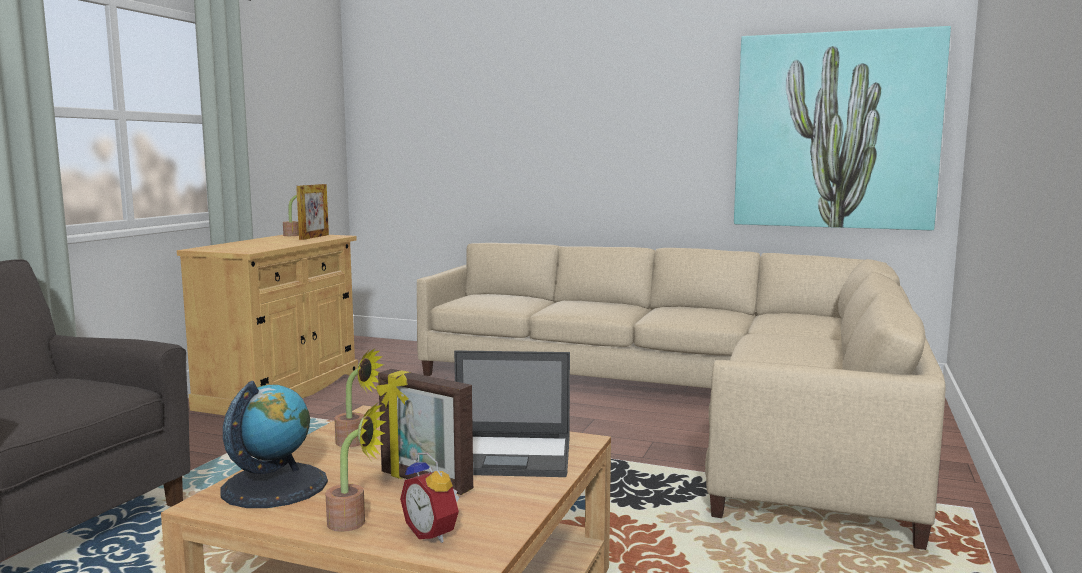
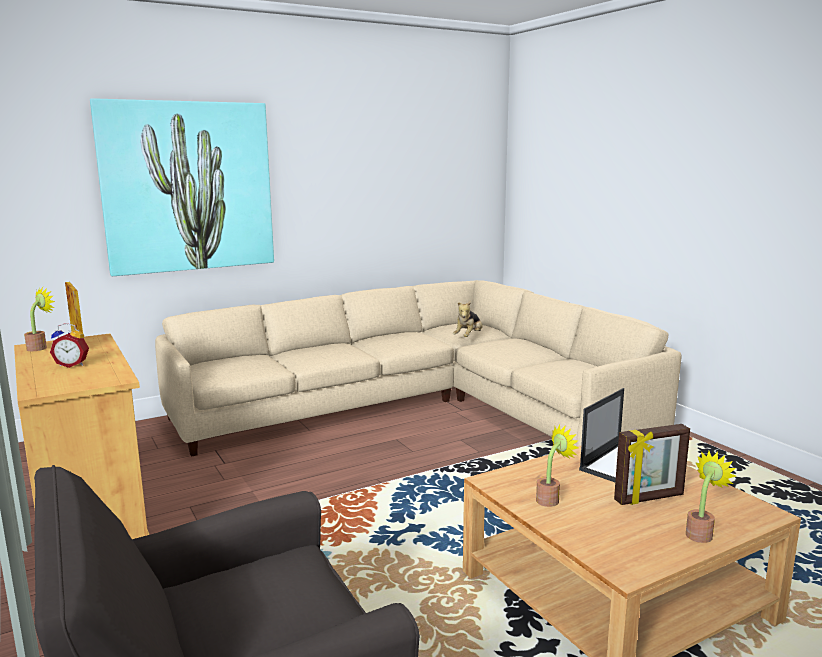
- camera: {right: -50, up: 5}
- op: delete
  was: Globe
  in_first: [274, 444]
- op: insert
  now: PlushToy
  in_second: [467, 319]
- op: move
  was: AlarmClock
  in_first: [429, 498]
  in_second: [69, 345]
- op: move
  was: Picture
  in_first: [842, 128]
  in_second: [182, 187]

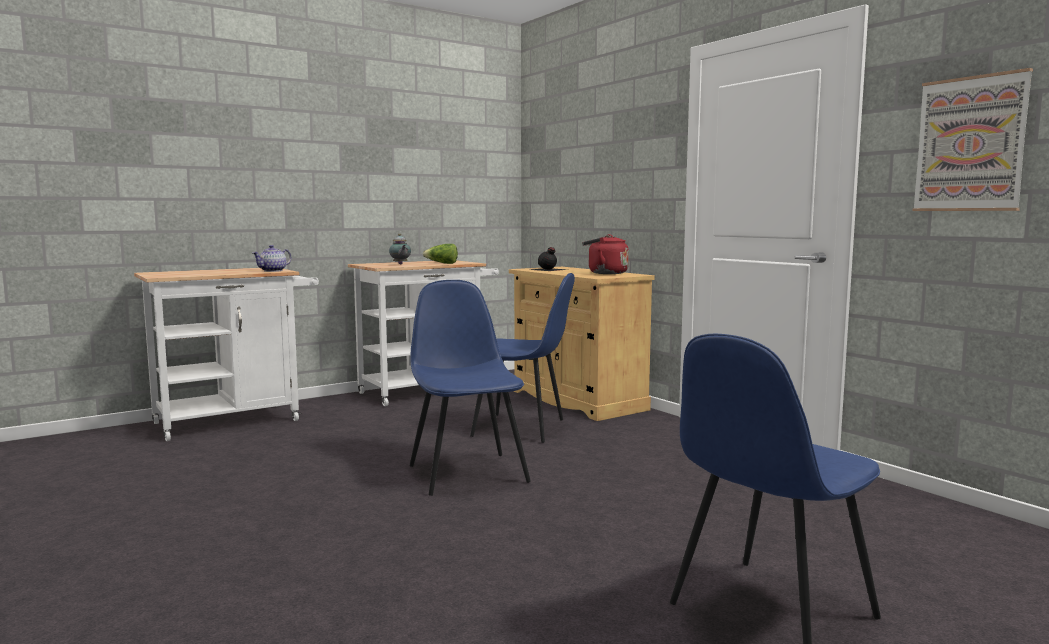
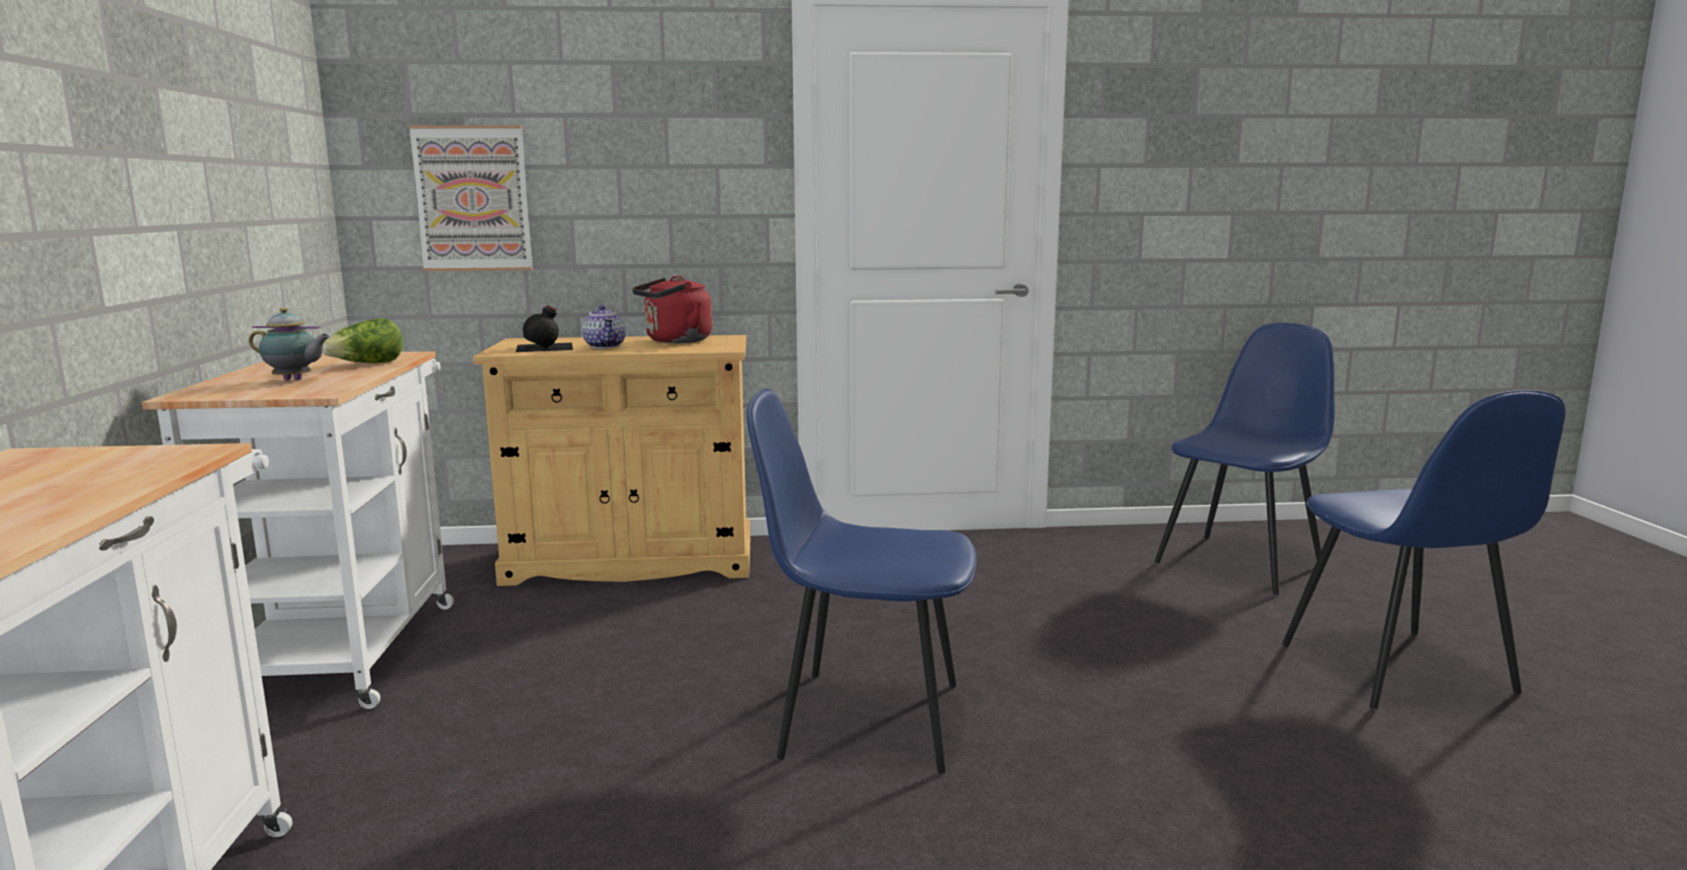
- camera: {right: -60, up: 5}
- op: move
  was: Teapot
  in_first: [271, 258]
  in_second: [604, 327]
- op: move
  was: BlueChair
  in_first: [522, 358]
  in_second: [1245, 459]
- op: move
  was: Picture
  in_first: [972, 139]
  in_second: [471, 198]

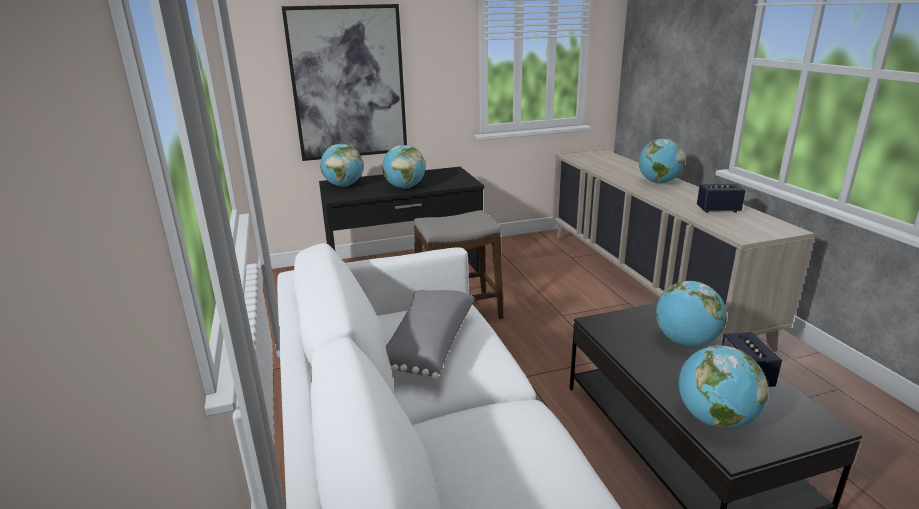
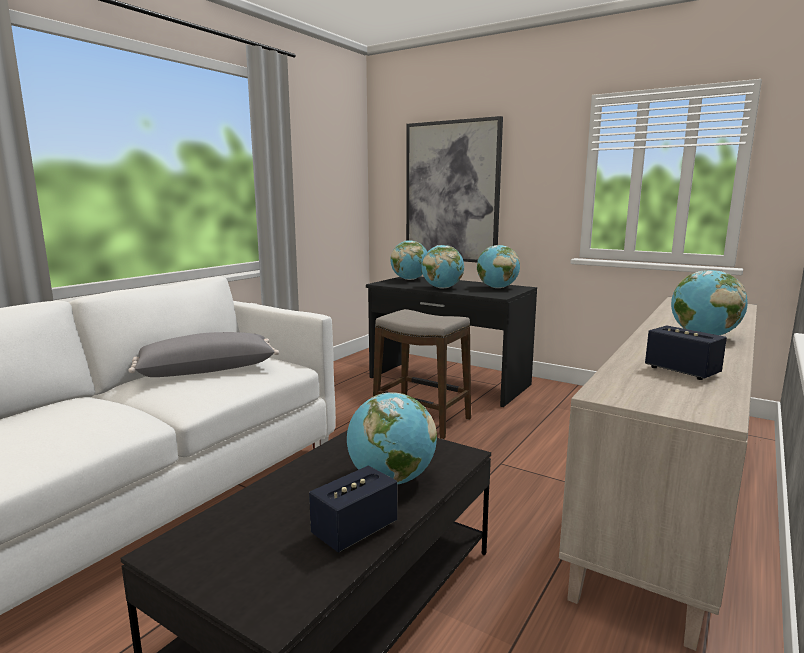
- camera: {right: 50, up: -10}
- op: move
  was: Globe
  in_first: [723, 387]
  in_second: [498, 266]

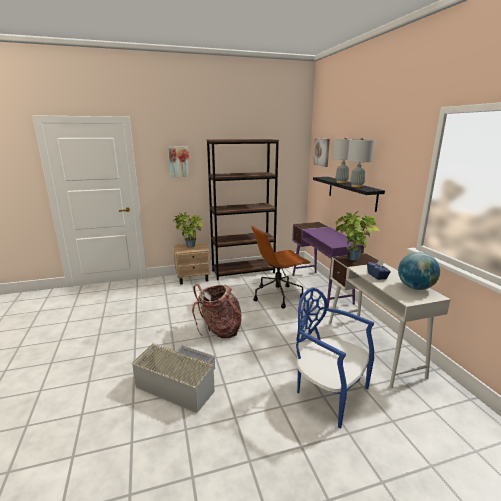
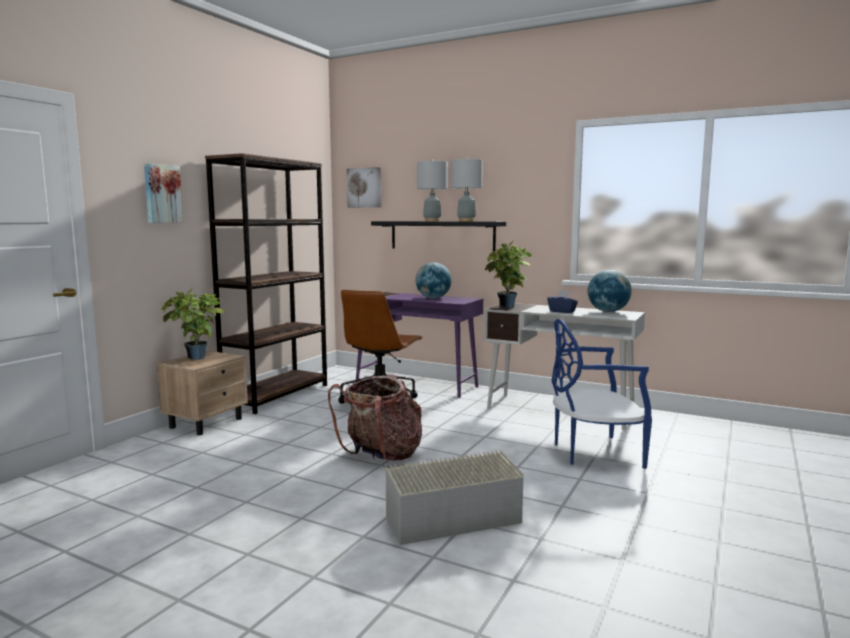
- camera: {right: -45, up: -10}
- op: insert
  now: Globe
  in_second: [433, 280]

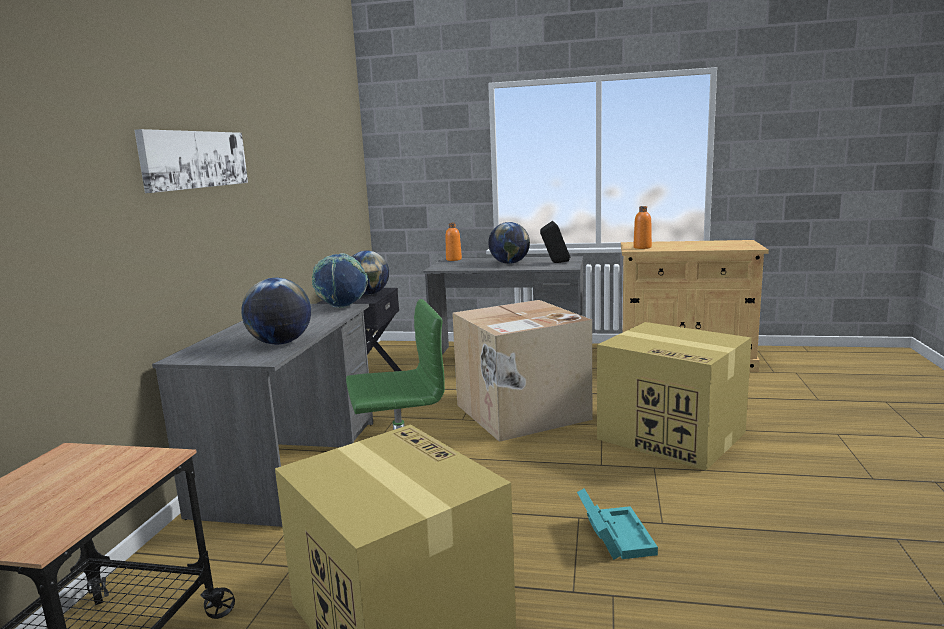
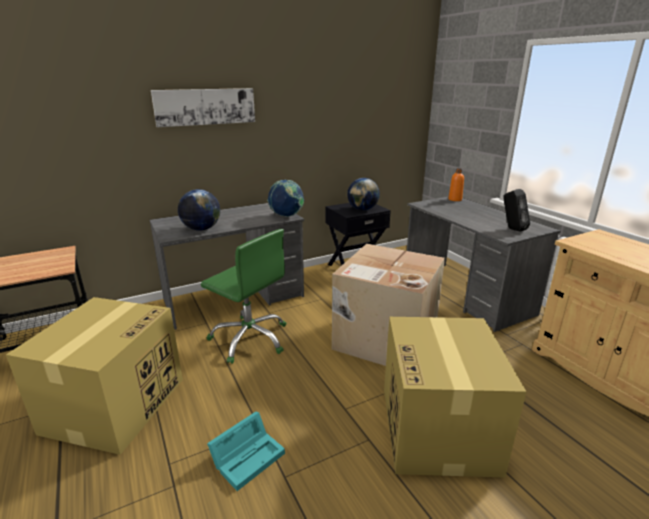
- camera: {right: 50, up: 10}
- op: delete
  was: Globe
  in_first: [509, 243]
- op: delete
  was: OrangeBottle
  in_first: [642, 227]

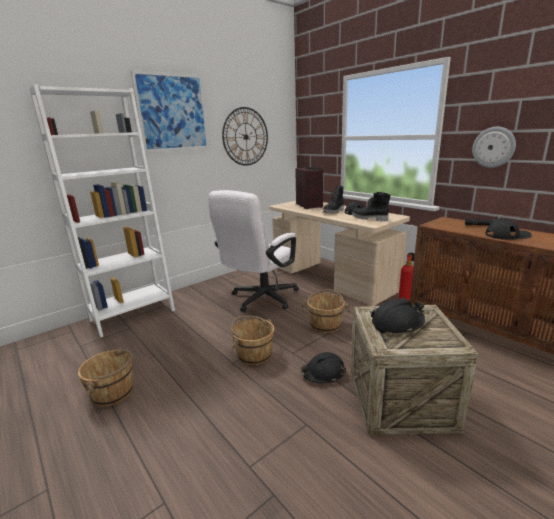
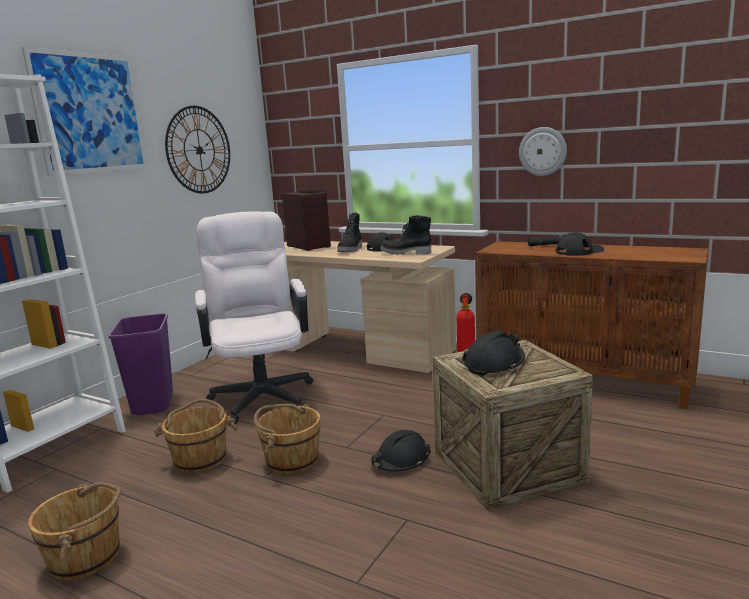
- camera: {right: -20, up: -5}
- op: insert
  now: PurpleTrashCan
  in_second: [140, 364]
- op: move
  was: BrownBucket
  in_first: [326, 311]
  in_second: [196, 436]
- op: rotate
  was: WhiteOfficeChair
  in_first: [253, 251]
  in_second: [254, 317]
  clockwise: 150

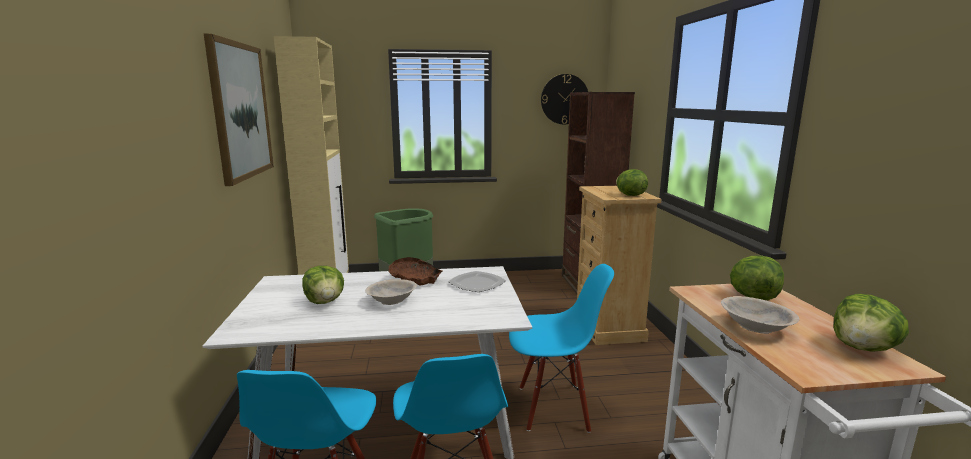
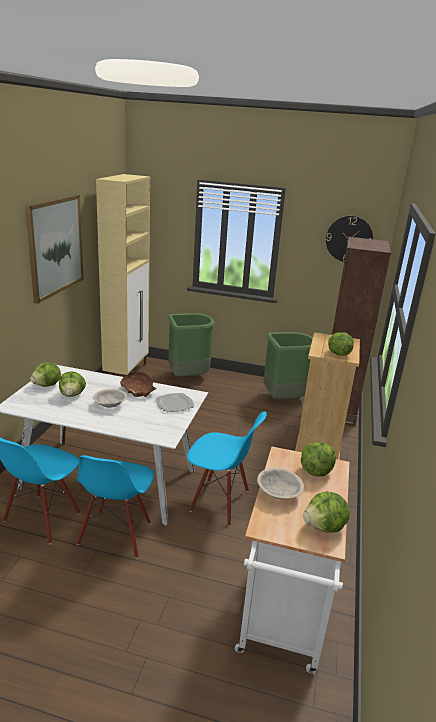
- camera: {right: 20, up: 10}
- op: insert
  now: Lettuce
  in_second: [45, 374]
- op: insert
  now: GreenTrashCan
  in_second: [288, 365]

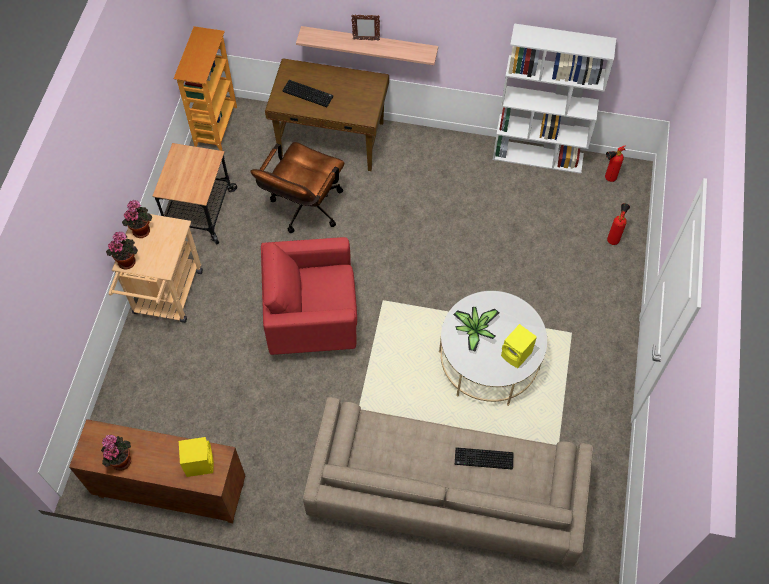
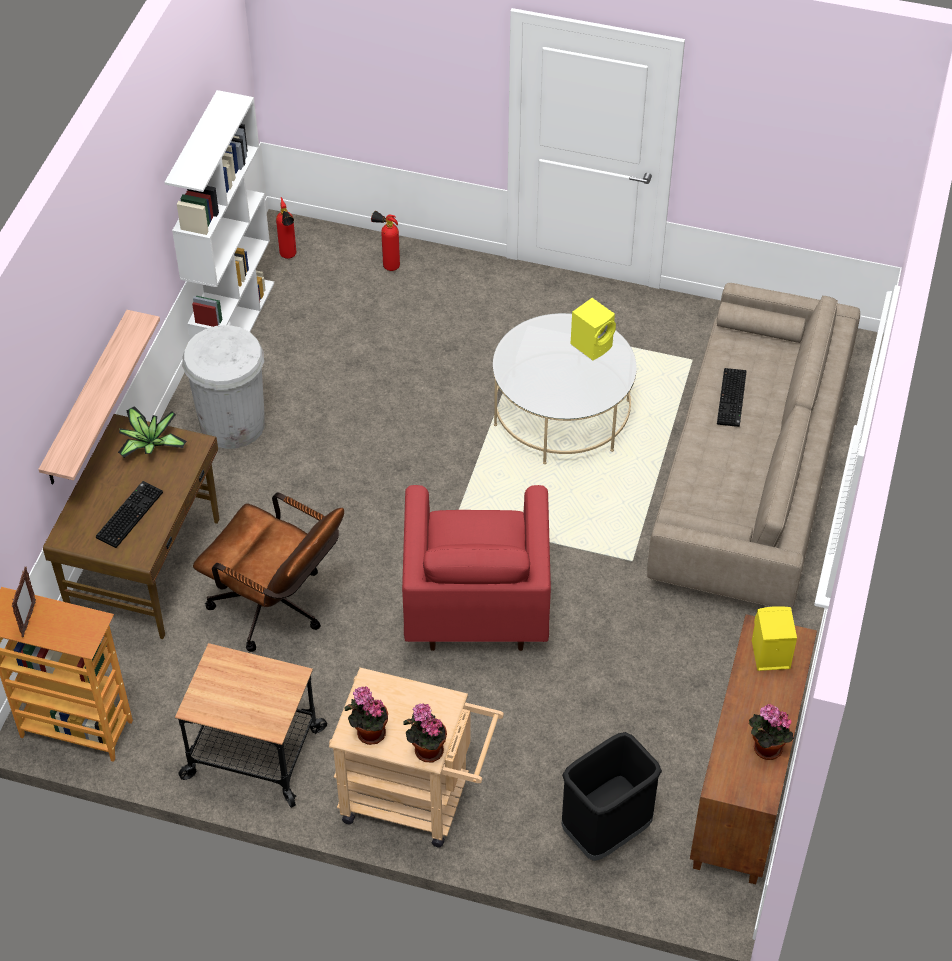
- camera: {right: -85, up: -10}
- op: insert
  now: WhiteTrashCan
  in_second: [223, 387]
- op: insert
  now: BlackTrashCan
  in_second: [612, 796]
- op: move
  was: PictureFrame
  in_first: [365, 28]
  in_second: [24, 602]
- op: move
  was: PottedPlant
  in_first: [476, 329]
  in_second: [152, 432]

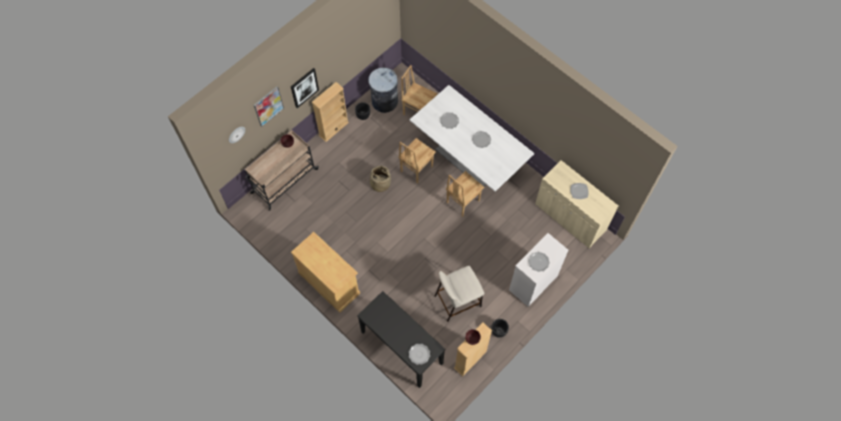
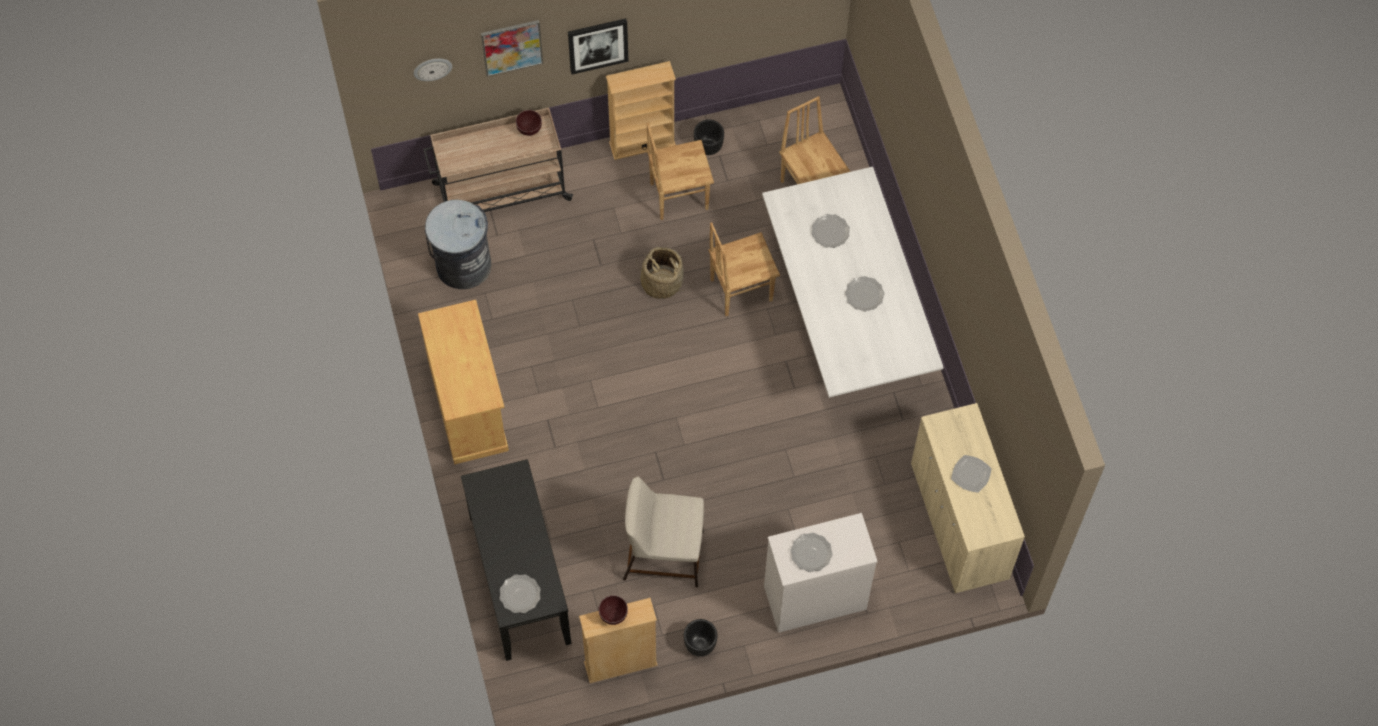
- camera: {right: 30, up: 0}
- op: move
  was: GreyTrashCan
  in_first: [383, 90]
  in_second: [458, 244]
- op: move
  was: BrownChair
  in_first: [465, 194]
  in_second: [680, 171]

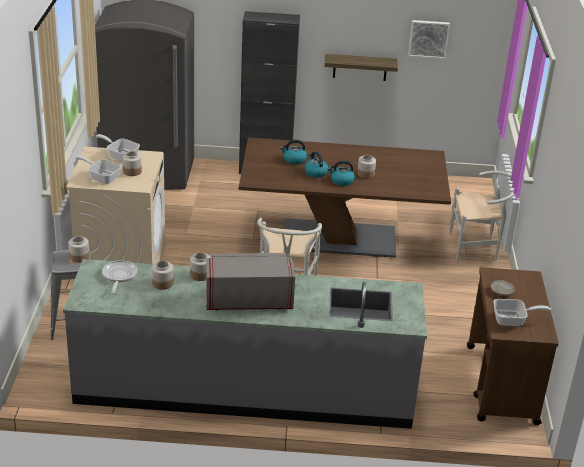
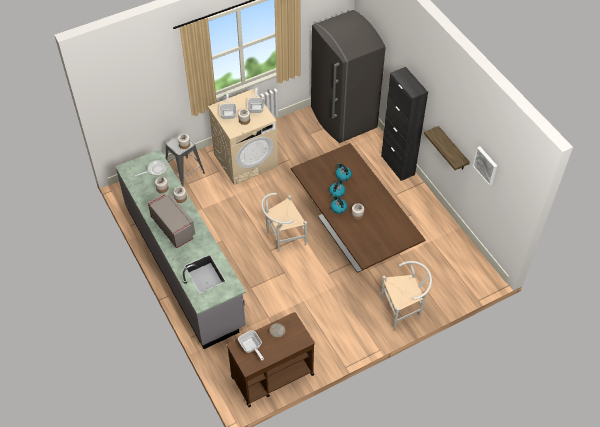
- camera: {right: 60, up: 20}
- op: rotate
  was: WhiteChair
  in_first: [482, 217]
  in_second: [406, 295]
  clockwise: -75

